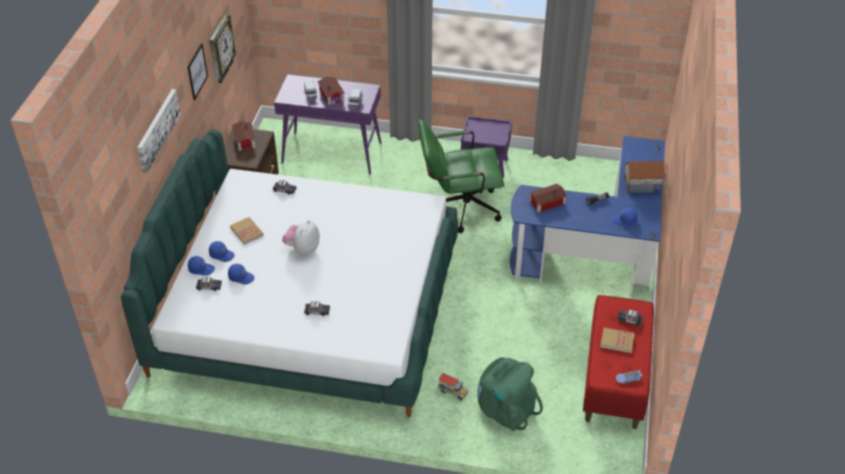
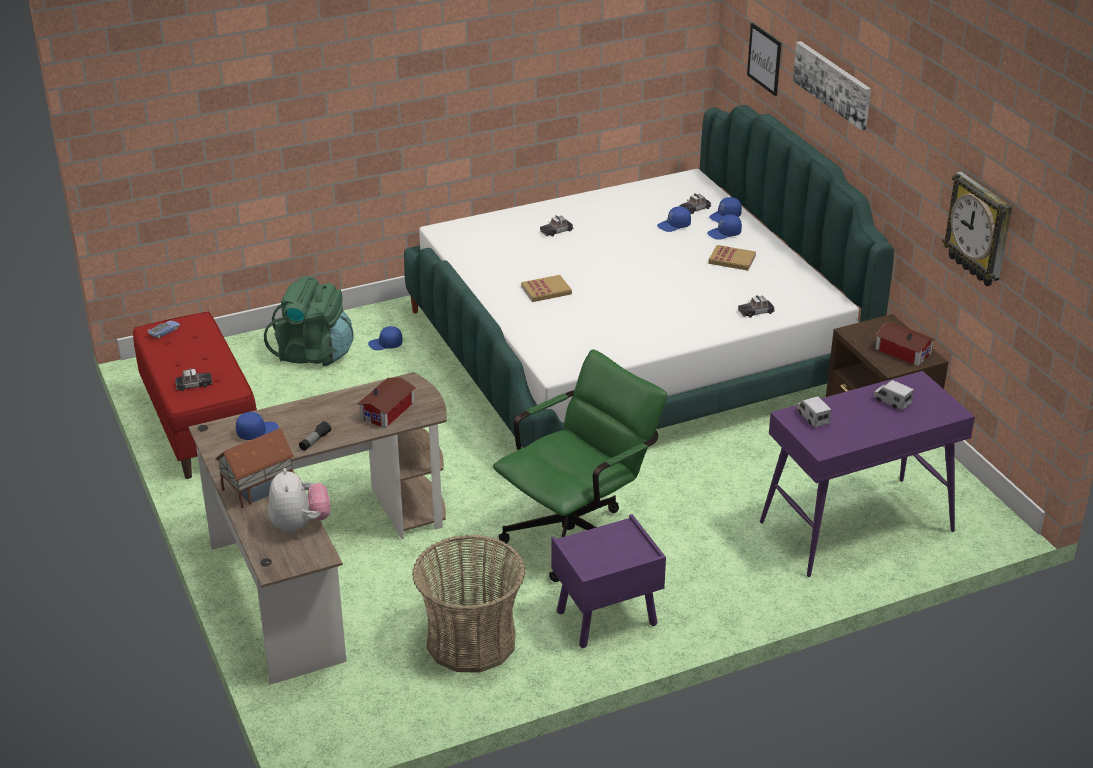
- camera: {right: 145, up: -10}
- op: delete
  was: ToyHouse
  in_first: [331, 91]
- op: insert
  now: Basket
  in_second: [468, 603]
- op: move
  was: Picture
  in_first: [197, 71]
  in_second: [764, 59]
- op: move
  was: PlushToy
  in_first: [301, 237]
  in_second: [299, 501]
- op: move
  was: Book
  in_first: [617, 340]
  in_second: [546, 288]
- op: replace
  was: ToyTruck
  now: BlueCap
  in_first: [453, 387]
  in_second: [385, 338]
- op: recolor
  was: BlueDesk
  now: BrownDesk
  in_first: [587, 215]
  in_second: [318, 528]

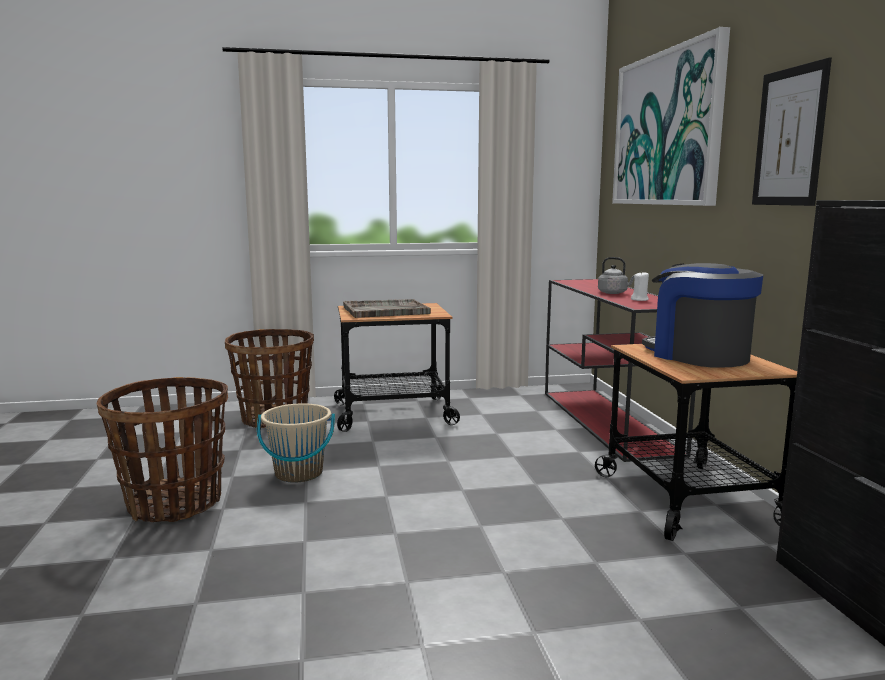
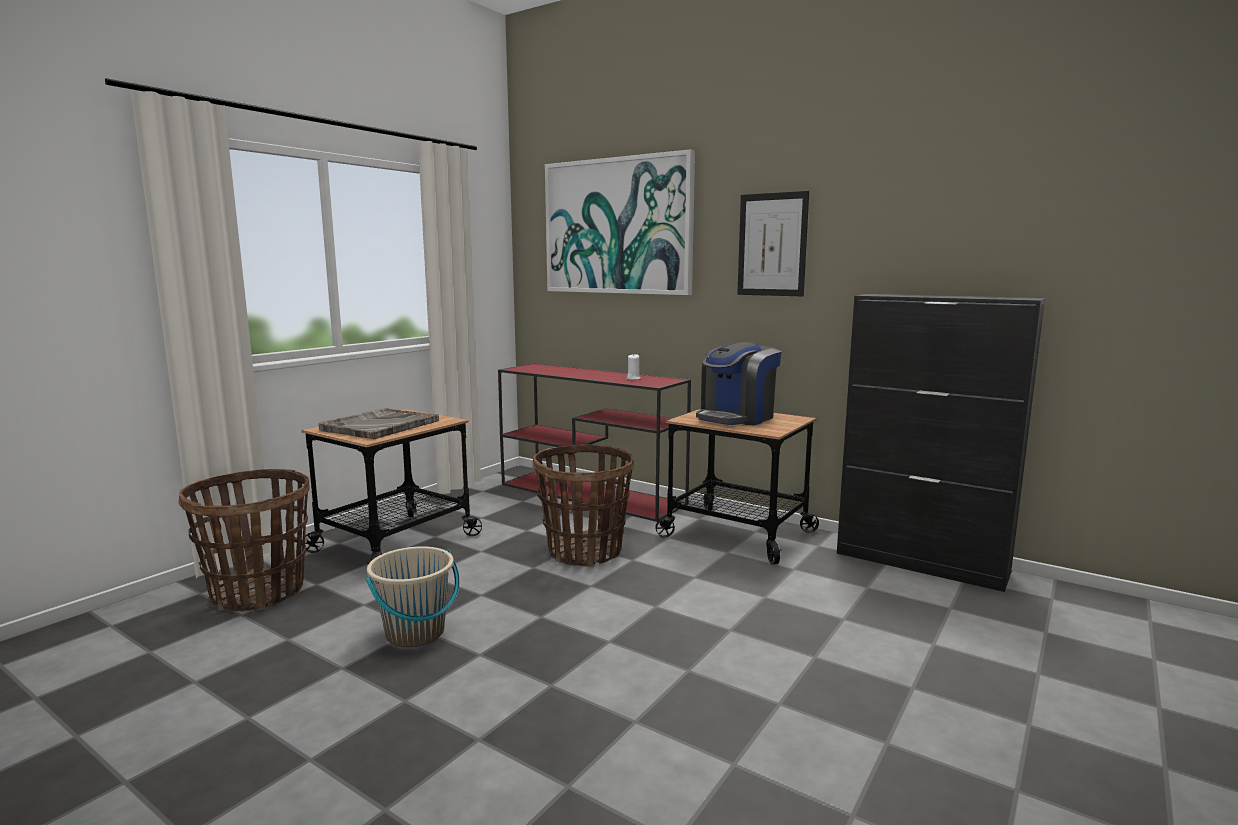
- camera: {right: -45, up: 0}
- op: delete
  was: GreyKettle
  in_first: [616, 275]
- op: move
  was: Basket
  in_first: [162, 449]
  in_second: [583, 506]
- op: rotate
  was: CoffeeMachine
  in_first: [703, 315]
  in_second: [739, 383]
  clockwise: -60

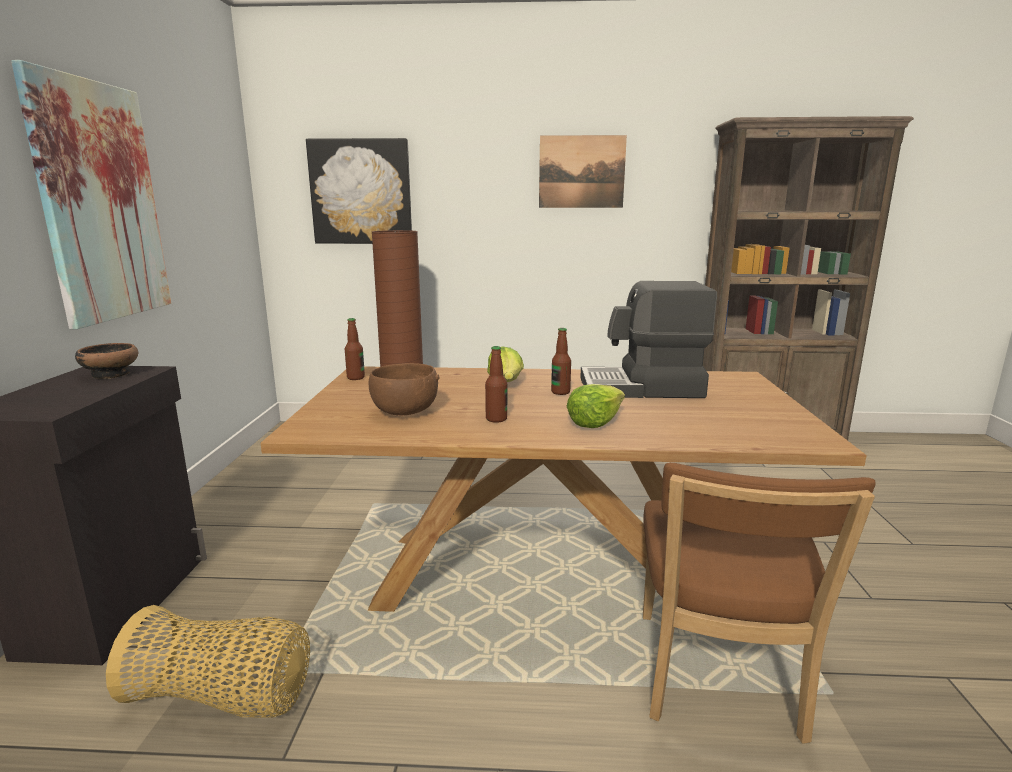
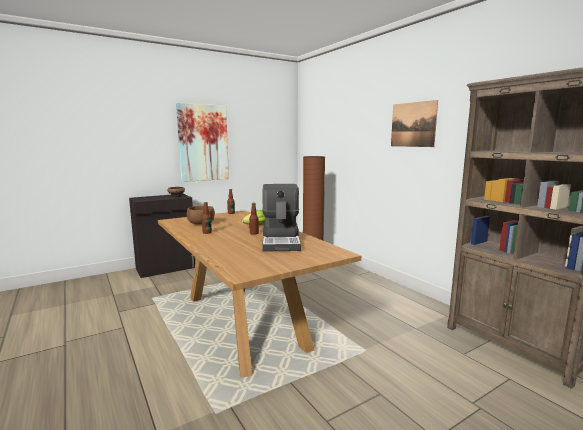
- camera: {right: 55, up: -5}
- op: delete
  was: Basket
  in_first: [208, 661]
- op: delete
  was: Picture
  in_first: [359, 191]
- op: delete
  was: Lettuce
  in_first: [596, 406]
- op: delete
  was: BrownChair
  in_first: [759, 603]
- op: rotate
  was: CoffeeMachine
  in_first: [648, 339]
  in_second: [281, 218]
  clockwise: -150

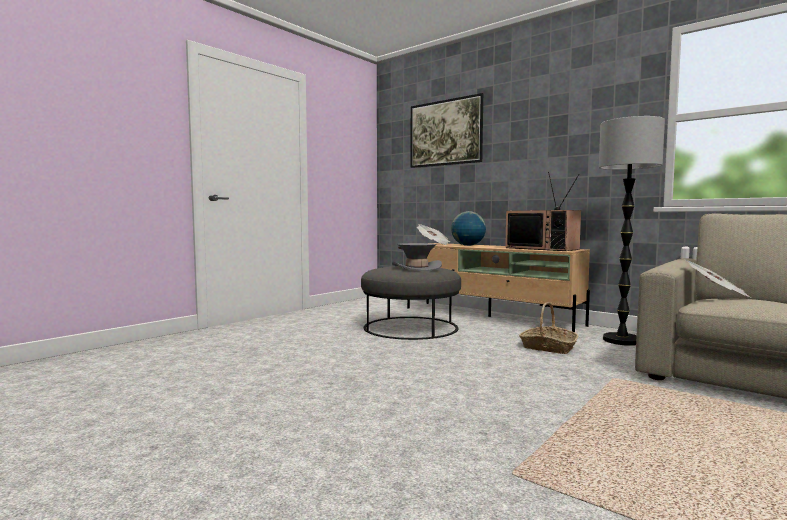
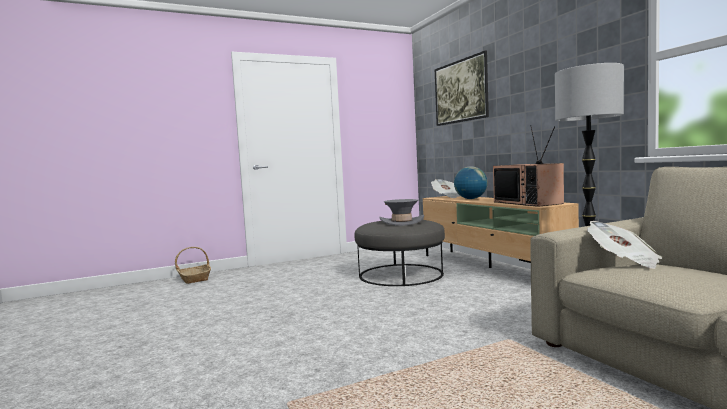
- camera: {right: 25, up: 0}
- op: move
  was: Basket
  in_first: [548, 328]
  in_second: [193, 265]

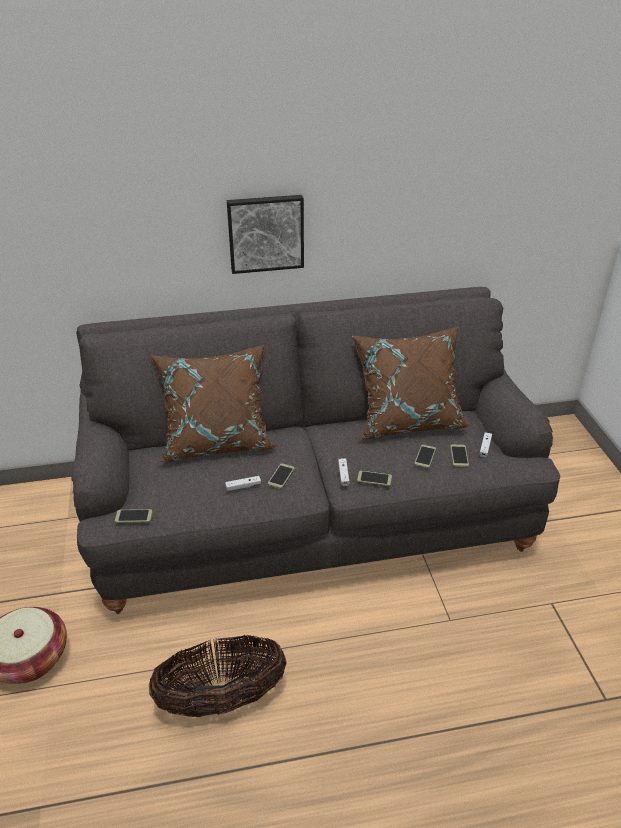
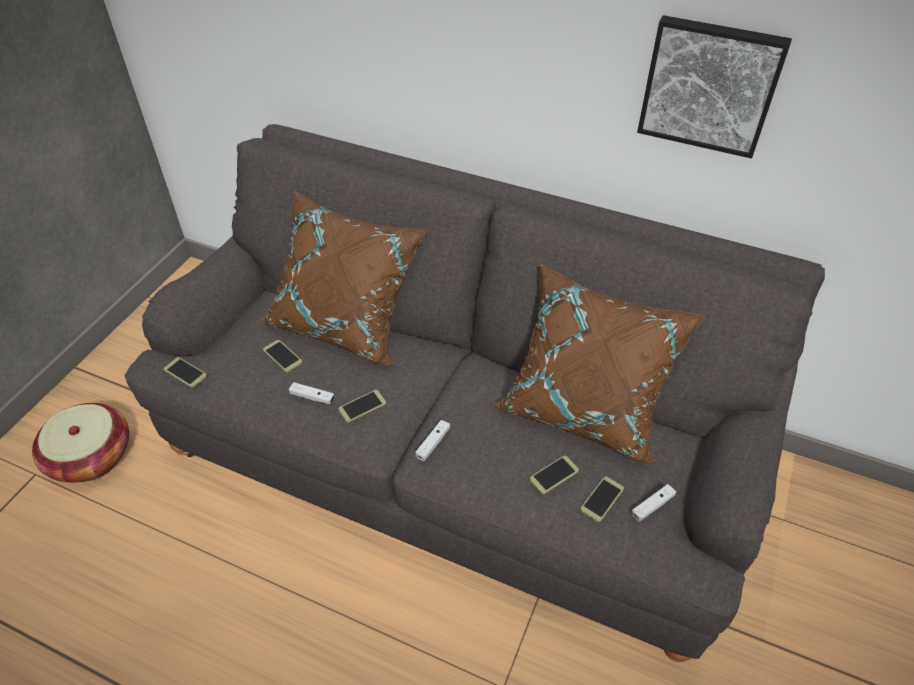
- camera: {right: 35, up: 10}
- op: delete
  was: Basket
  in_first: [218, 676]
- op: move
  was: Picture
  in_first: [265, 234]
  in_second: [714, 87]
- op: move
  was: Phone
  in_first: [374, 478]
  in_second: [282, 356]

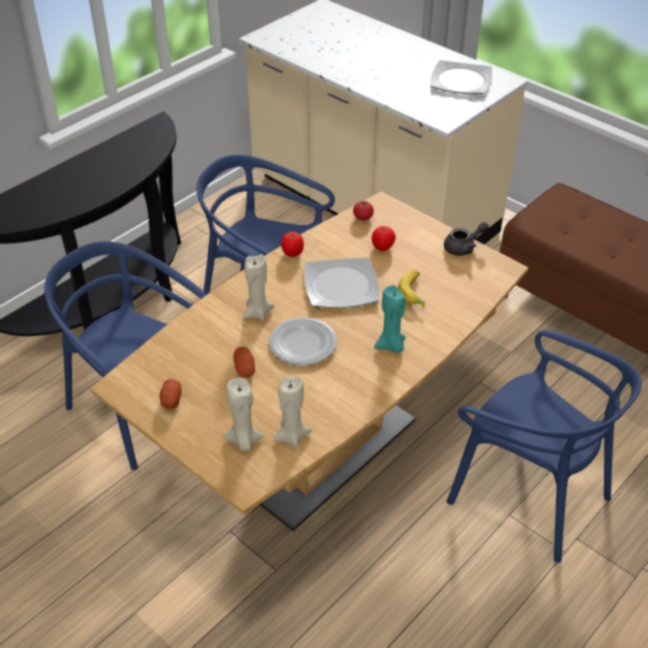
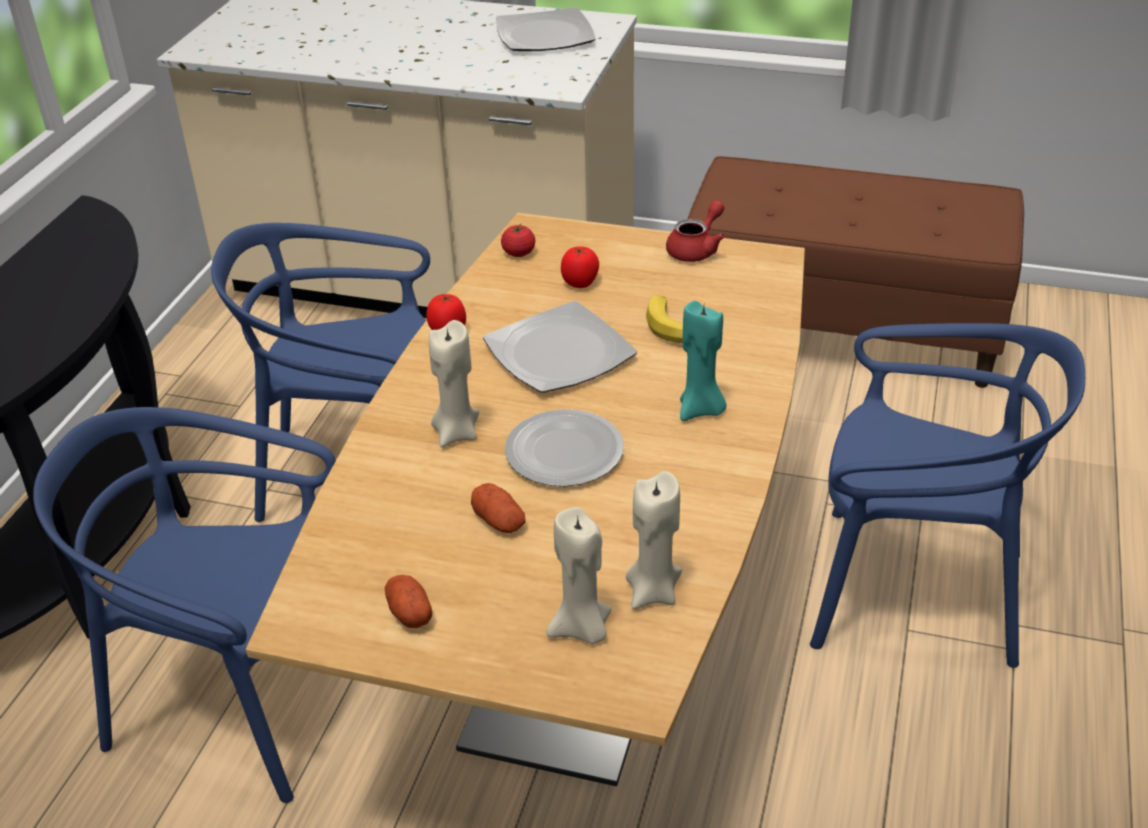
- camera: {right: -25, up: -5}
- op: recolor
  was: GreyTeapot
  now: RedTeapot
  in_first: [466, 239]
  in_second: [695, 231]

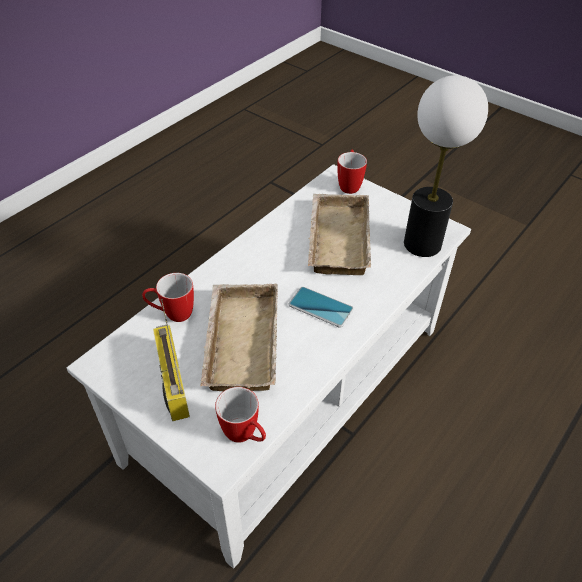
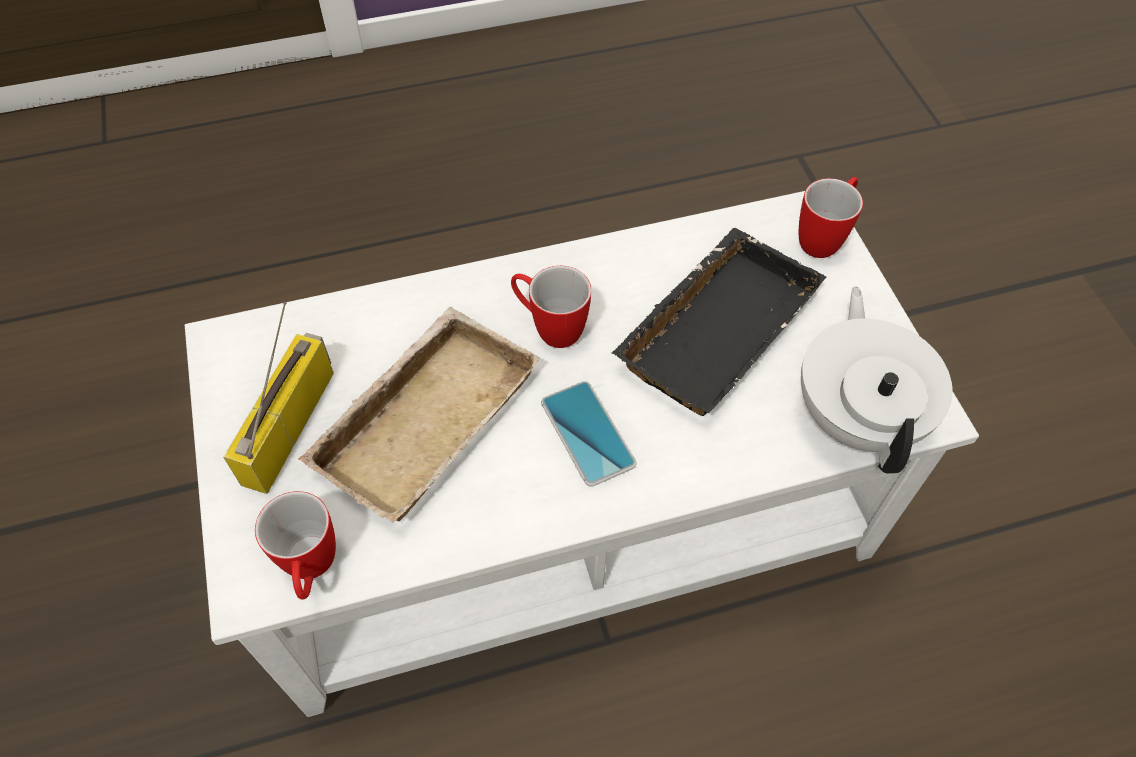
- camera: {right: 35, up: 10}
- op: move
  was: Mug
  in_first: [168, 297]
  in_second: [551, 307]
- op: replace
  was: TableLamp
  now: WhiteTeapot
  in_first: [446, 166]
  in_second: [877, 380]
- op: recolor
  was: BeigeTray
  now: BlackTray
  in_first: [339, 234]
  in_second: [718, 322]

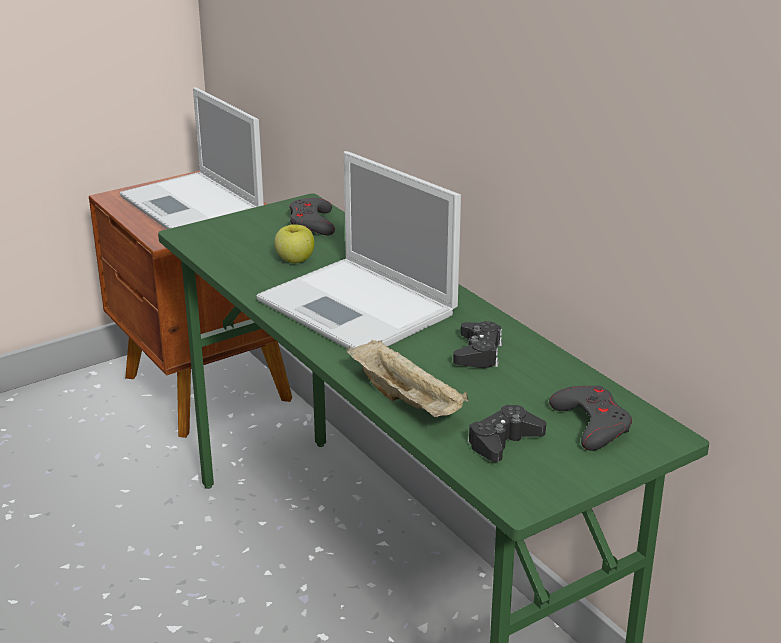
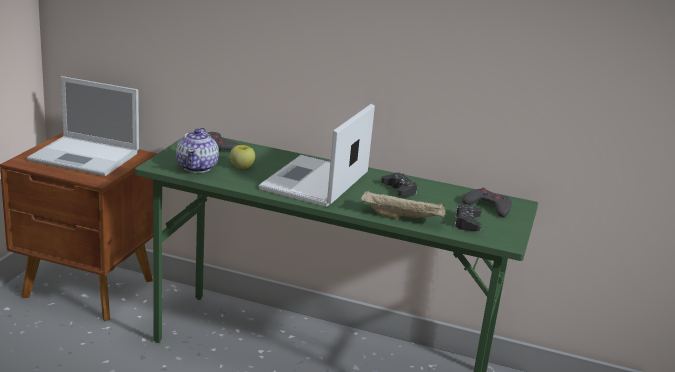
- camera: {right: -40, up: -5}
- op: insert
  now: Teapot
  in_second: [197, 150]
- op: rotate
  was: Laptop
  in_first: [358, 250]
  in_second: [317, 155]
  clockwise: 105

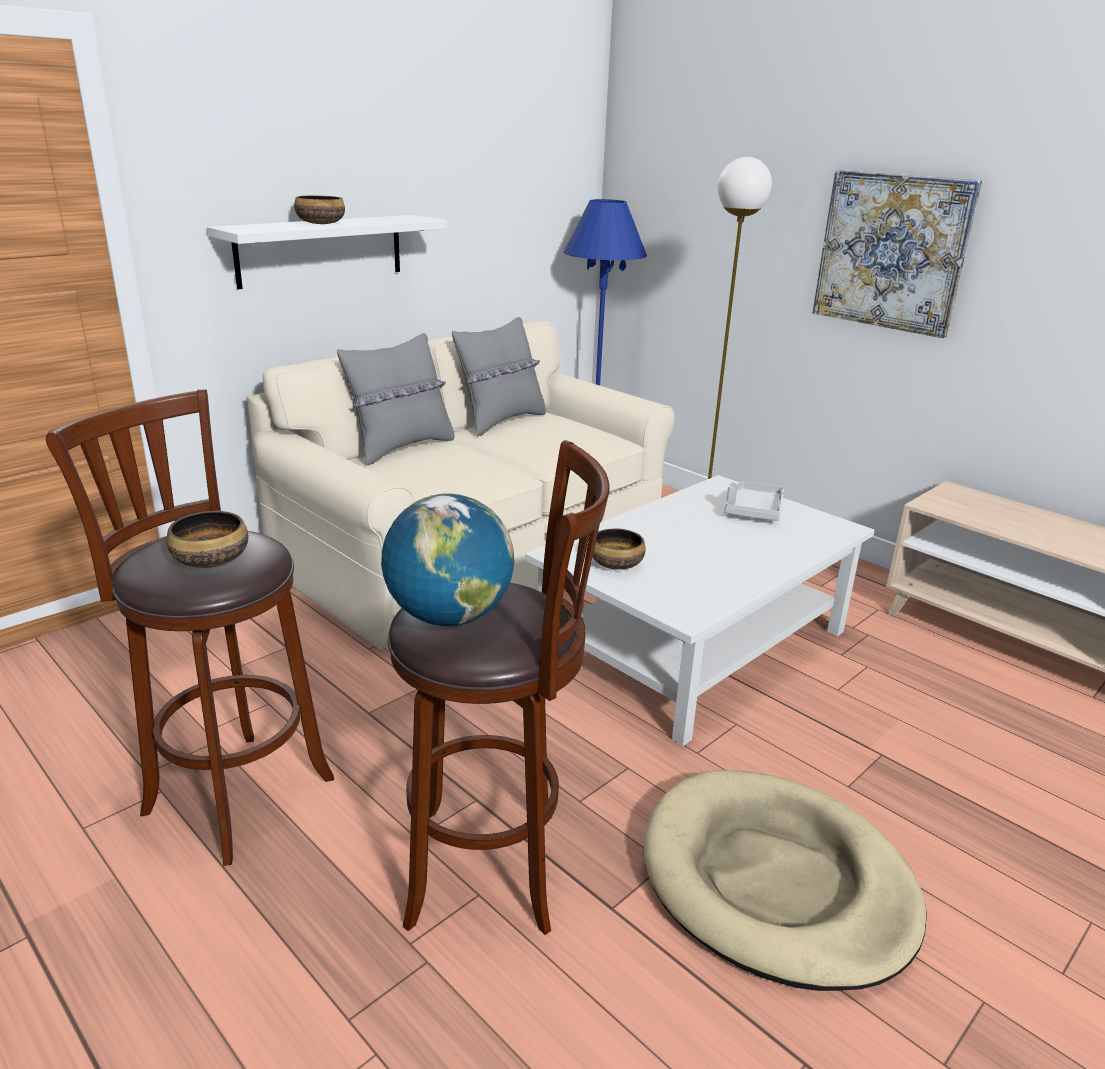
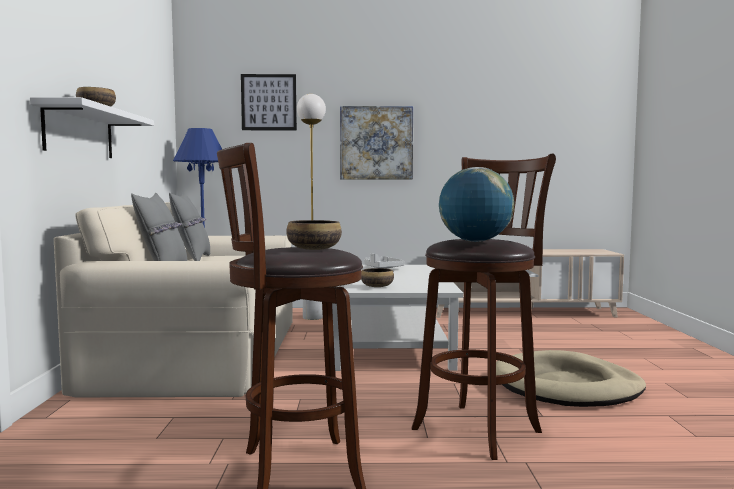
- camera: {right: -45, up: -20}
- op: insert
  now: Picture
  in_second: [269, 102]

